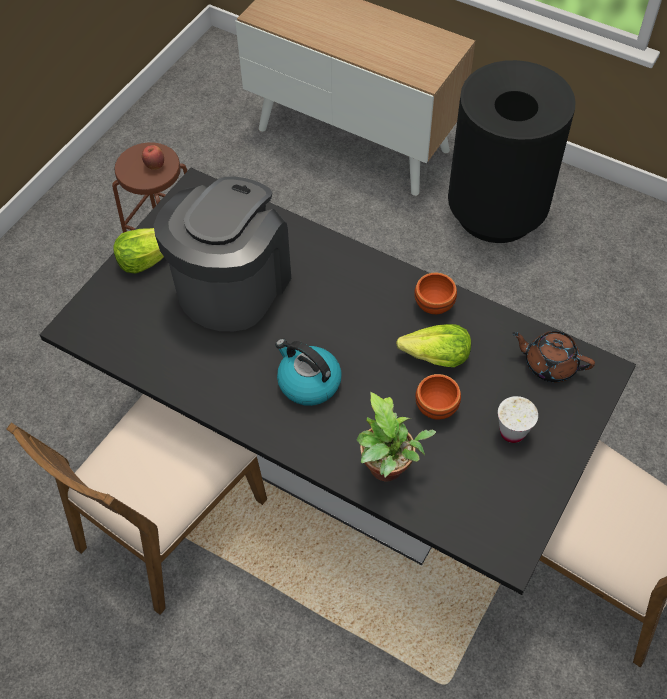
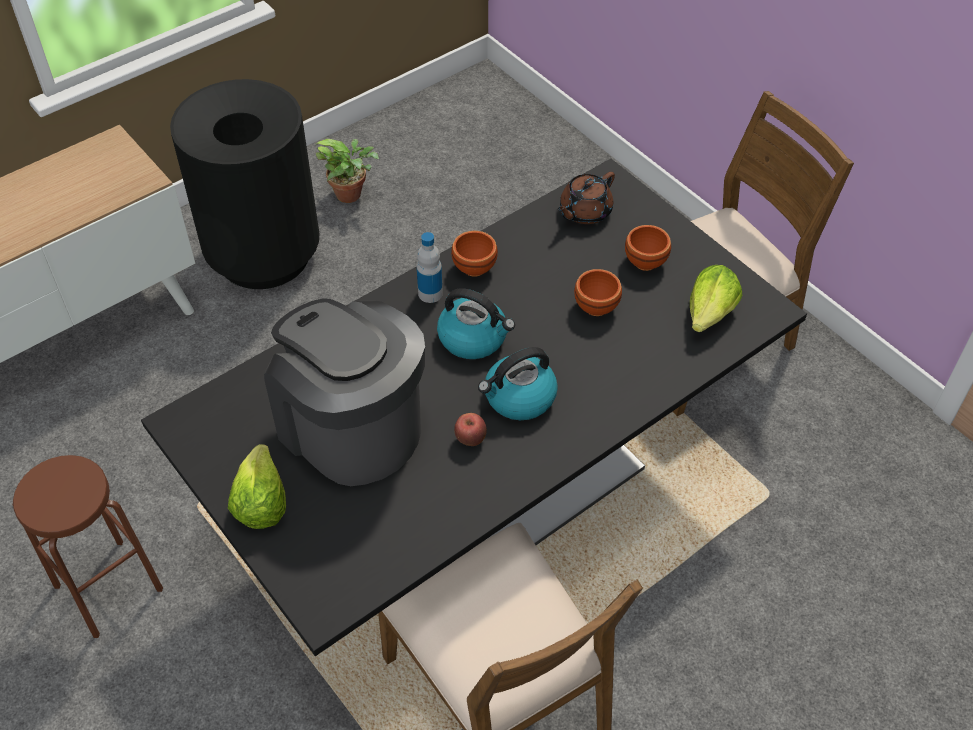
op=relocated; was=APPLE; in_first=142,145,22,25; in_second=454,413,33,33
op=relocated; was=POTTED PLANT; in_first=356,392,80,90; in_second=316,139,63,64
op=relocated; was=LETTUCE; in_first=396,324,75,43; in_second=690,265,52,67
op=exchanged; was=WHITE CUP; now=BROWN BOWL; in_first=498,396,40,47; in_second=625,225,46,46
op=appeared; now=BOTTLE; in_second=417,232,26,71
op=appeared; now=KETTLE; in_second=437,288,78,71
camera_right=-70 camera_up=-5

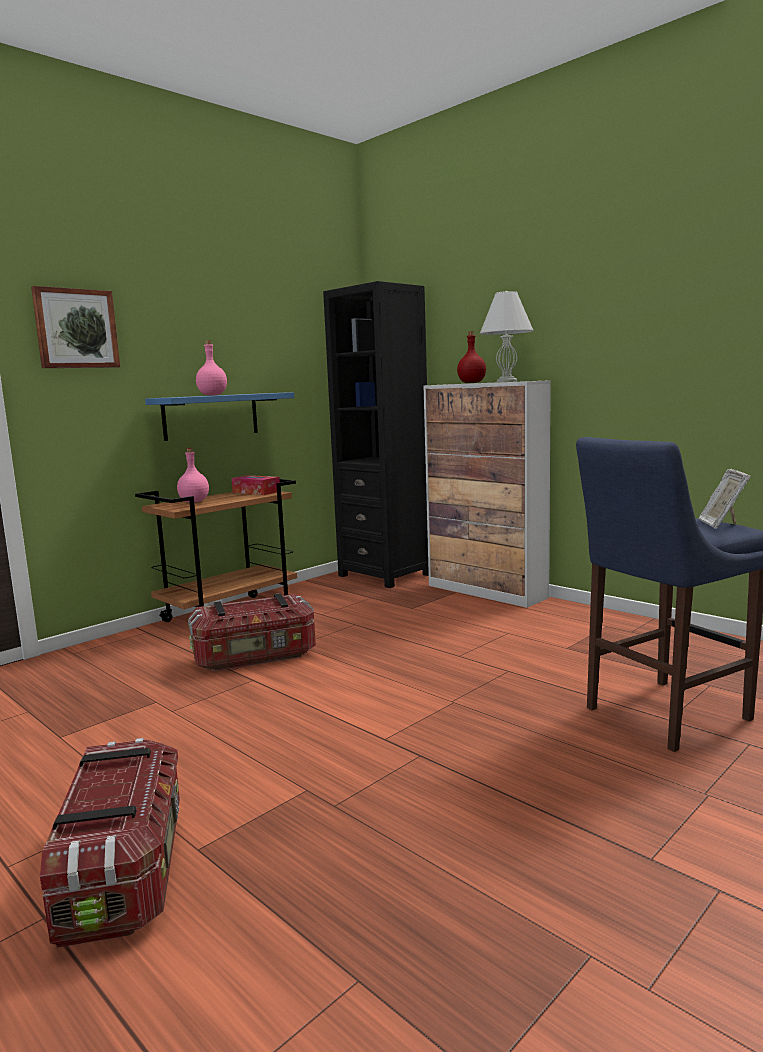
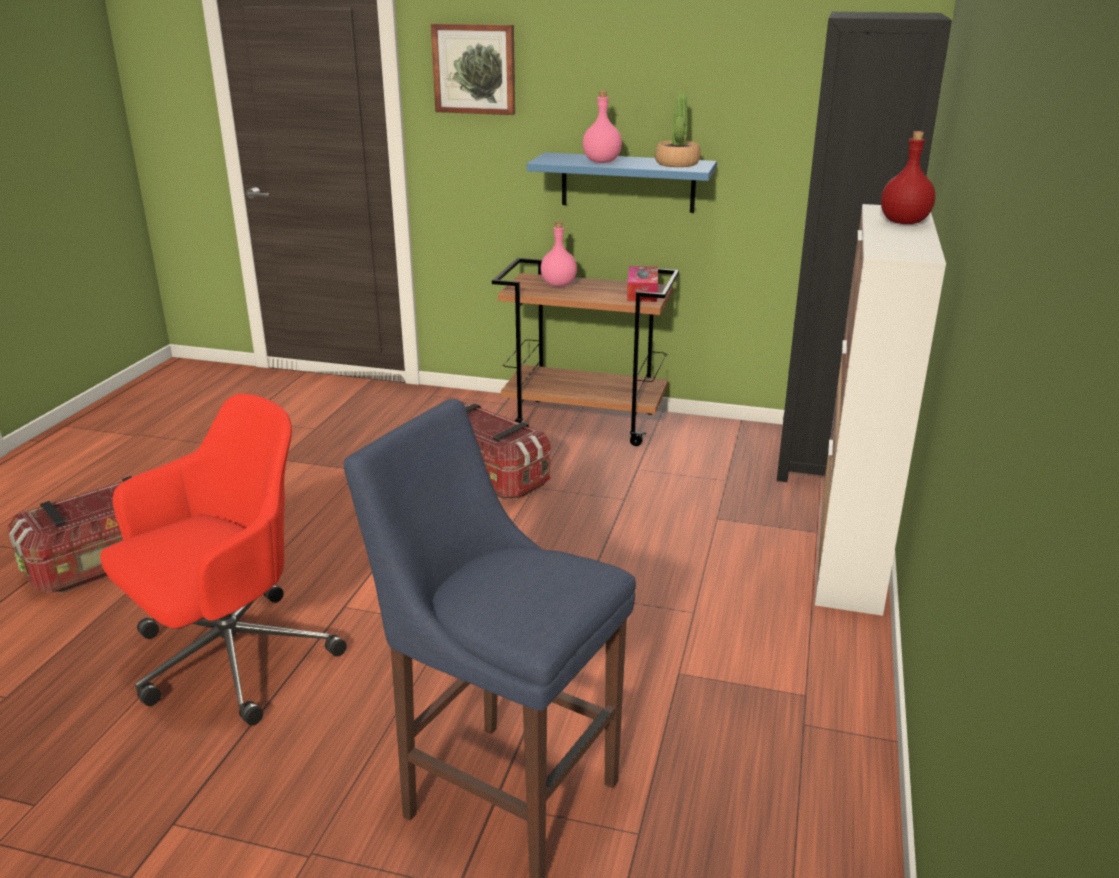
op=missing; was=WHITE TABLE LAMP; in_first=480,291,54,91
op=missing; was=PICTURE FRAME; in_first=699,469,52,60
op=appeared; now=RED OFFICE CHAIR; in_second=100,394,247,332
op=appeared; now=POTTED PLANT; in_second=655,93,45,74
camera_right=60 camera_up=15

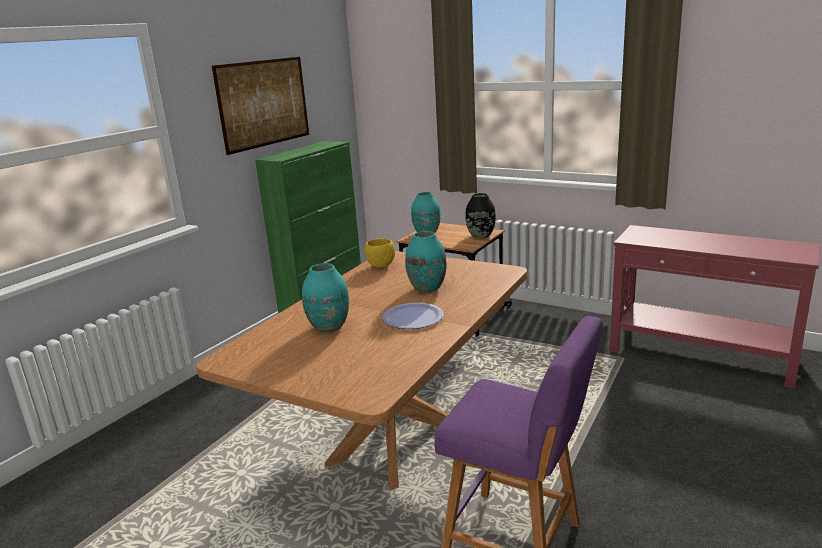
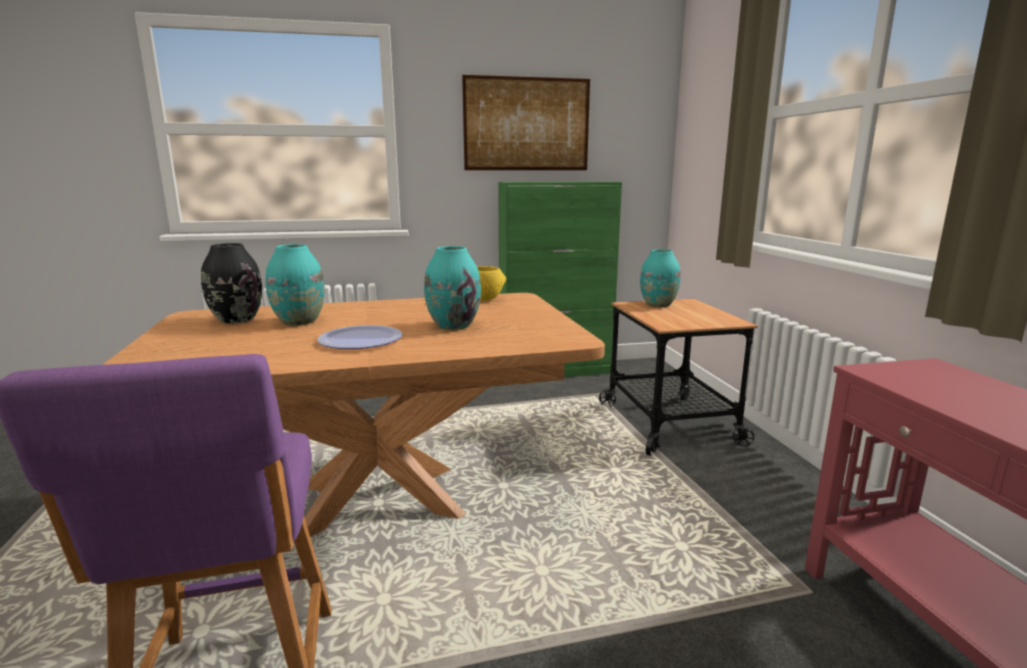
op=relocated; was=BLACK VASE; in_first=465,193,31,46; in_second=201,243,61,81
camera_right=45 camera_up=-5

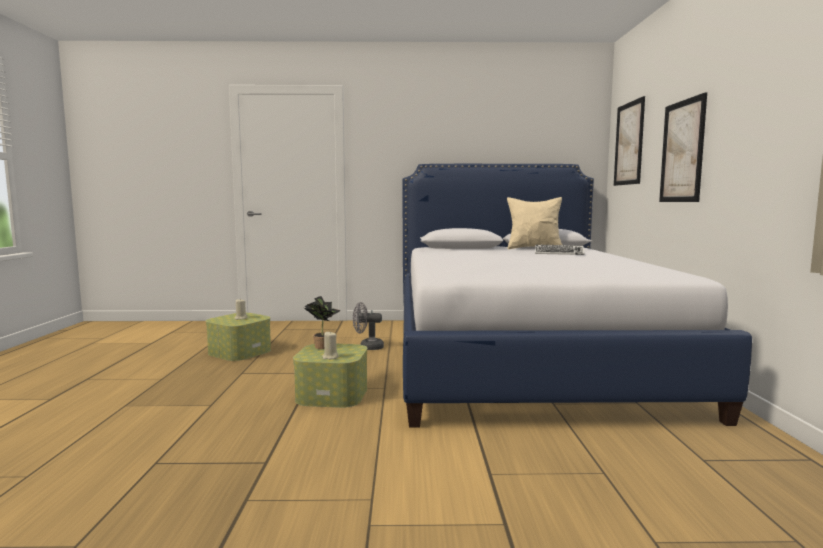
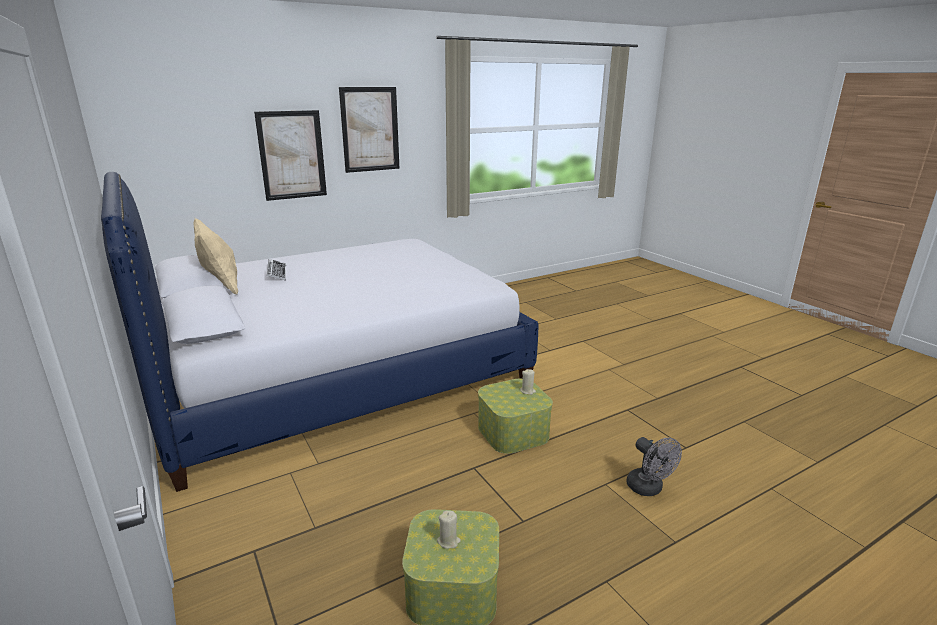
op=missing; was=POTTED PLANT; in_first=304,296,37,53
op=relocated; was=GREY FAN; in_first=353,302,31,48; in_second=626,437,56,59
op=relocated; was=PICTURE; in_first=614,96,31,90; in_second=339,87,61,86
camera_right=-120 camera_up=15

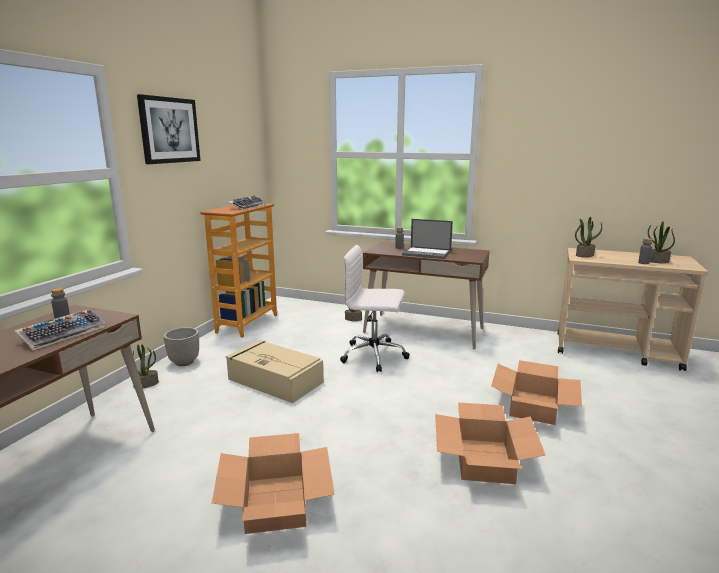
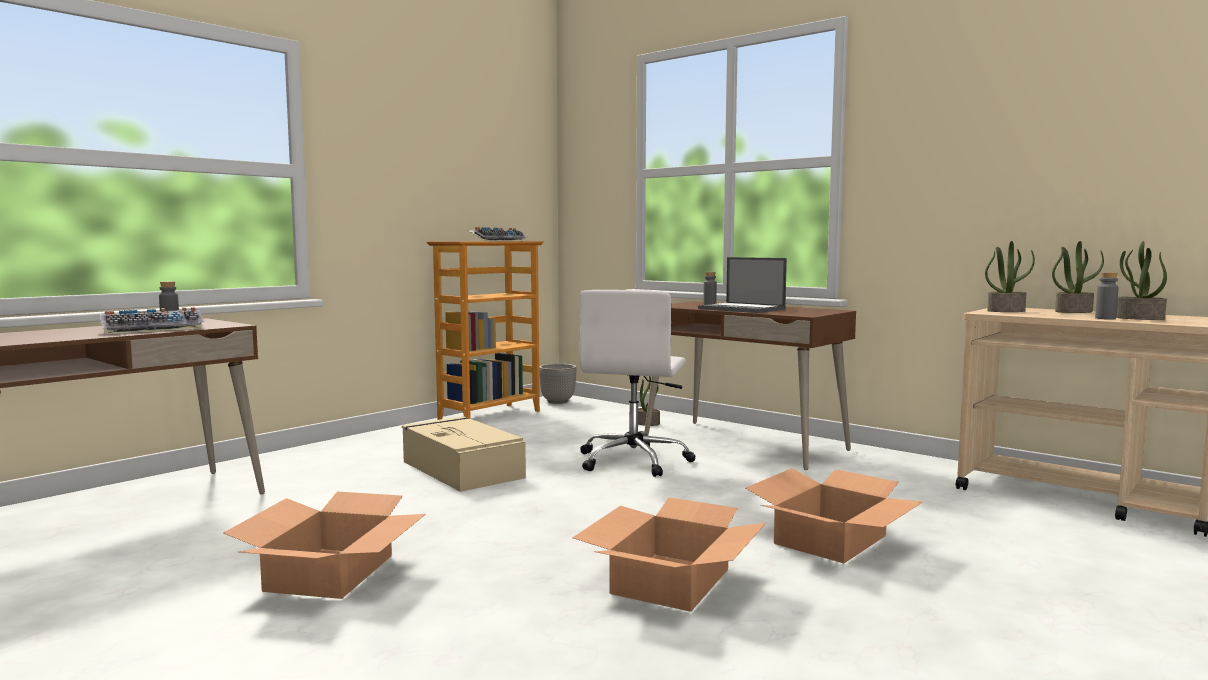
op=relocated; was=POTTED PLANT; in_first=133,344,26,44; in_second=1052,241,52,72
op=missing; was=PICTURE; in_first=137,94,64,70
op=relocated; was=PLANTER; in_first=164,327,35,39; in_second=539,364,37,40
op=spun; was=WHITE OFFICE CHAIR; in_first=340,245,70,127; in_second=579,290,117,187; clockwise=-105
camera_right=20 camera_up=-10

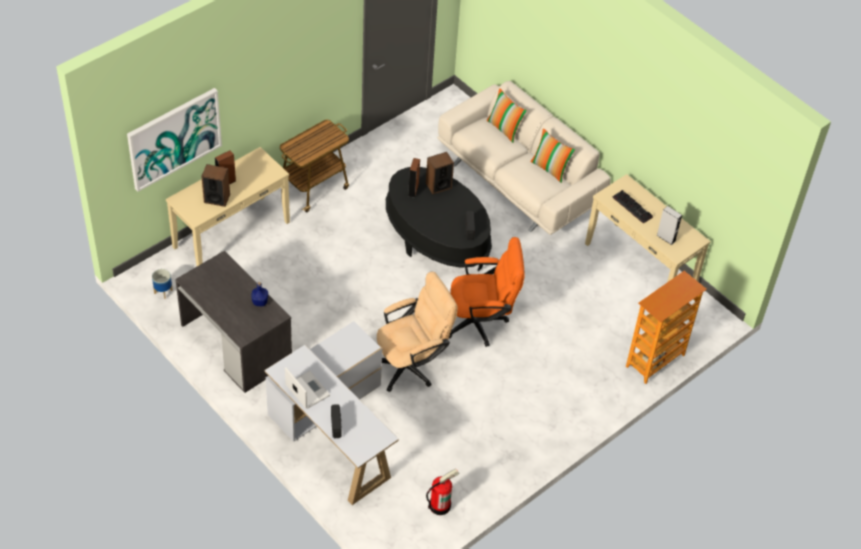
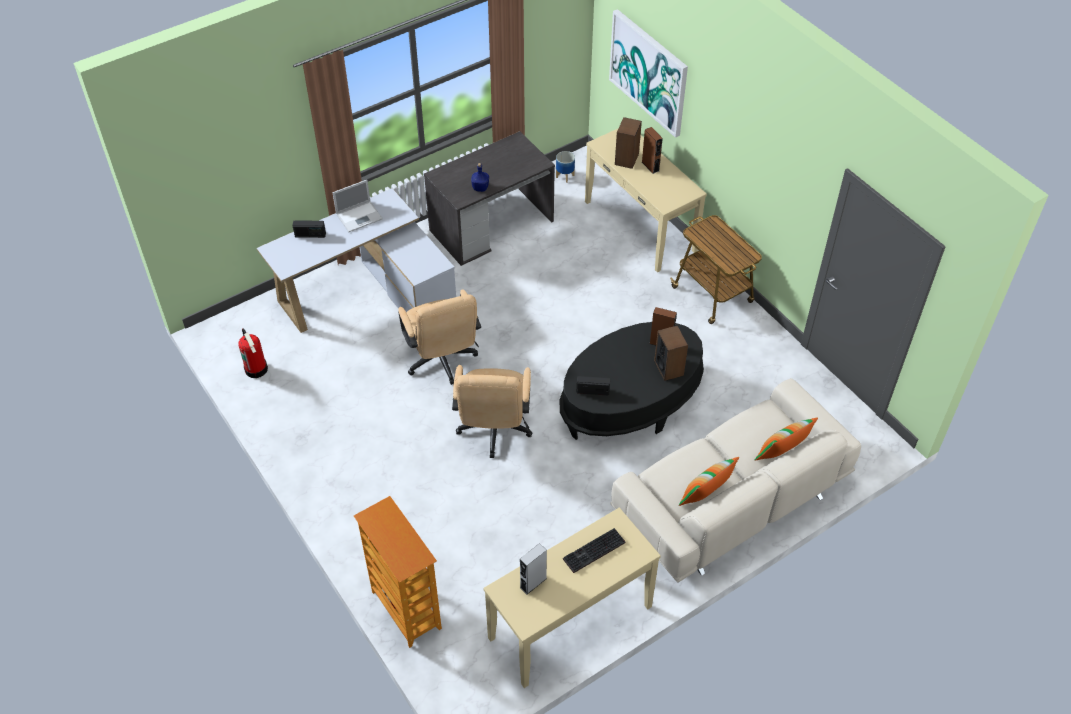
op=colour; was=ORANGE OFFICE CHAIR; now=BEIGE OFFICE CHAIR; in_first=449,237,76,110; in_second=452,365,81,93
camera_right=100 camera_up=0

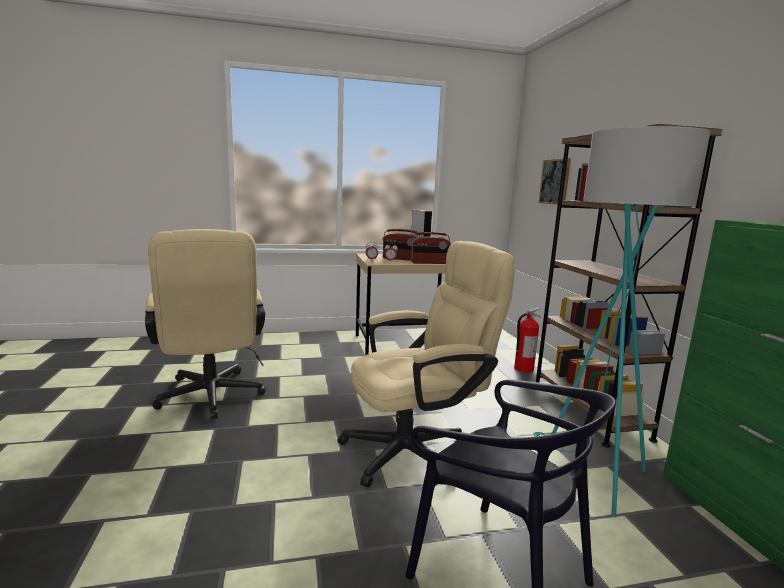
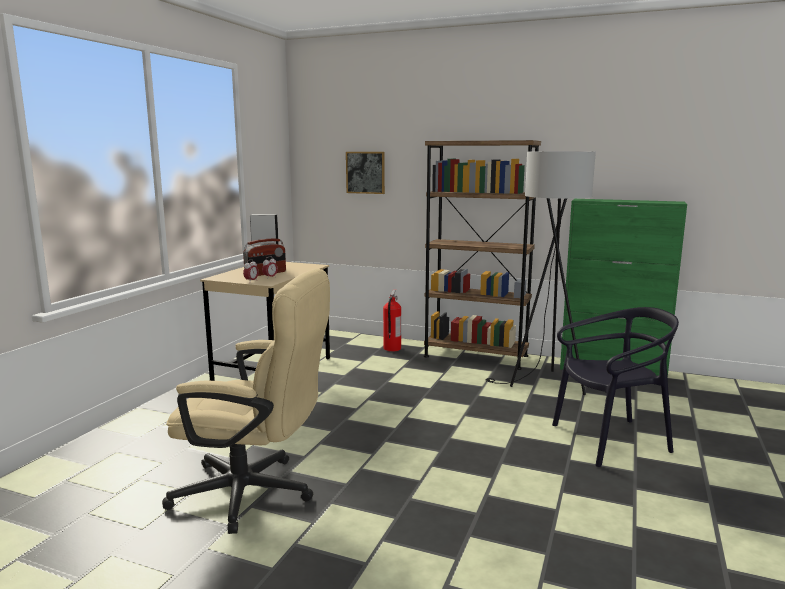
op=missing; was=BEIGE OFFICE CHAIR; in_first=337,241,178,246
op=missing; was=RADIO; in_first=411,232,40,32
op=colour; was=TURQUOISE FLOOR LAMP; now=BLACK FLOOR LAMP; in_first=533,126,178,390; in_second=486,152,110,243
camera_right=-55 camera_up=0

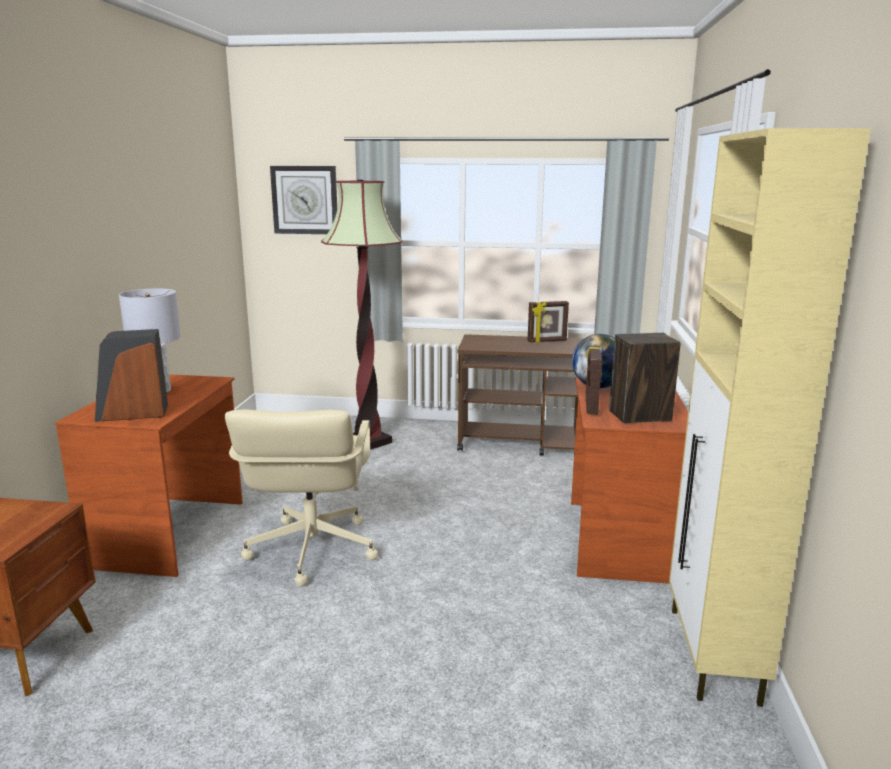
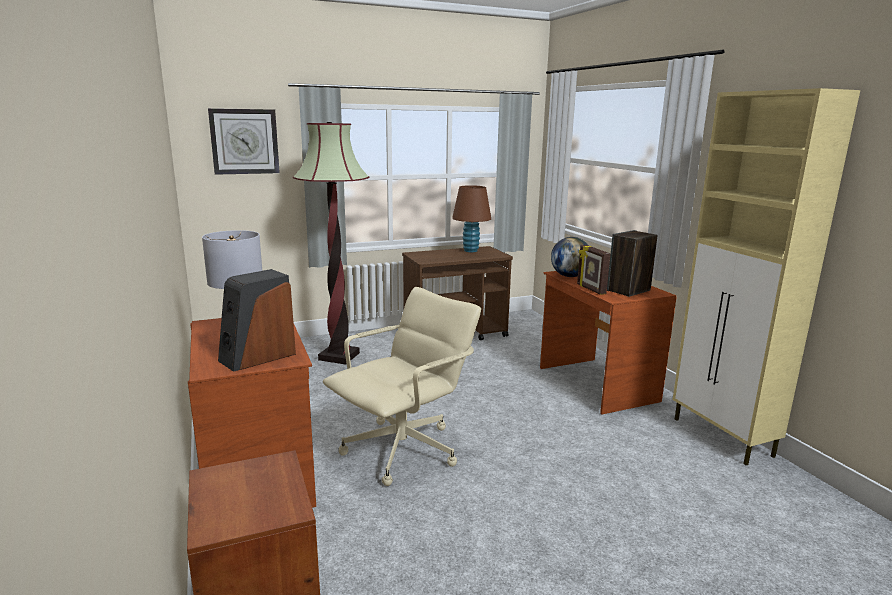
op=spun; was=BEIGE OFFICE CHAIR; in_first=225,409,153,177; in_second=323,287,158,199; clockwise=-105
op=exchanged; was=PICTURE FRAME; now=BROWN TABLE LAMP; in_first=528,301,41,42; in_second=452,185,39,67
camera_right=-30 camera_up=0

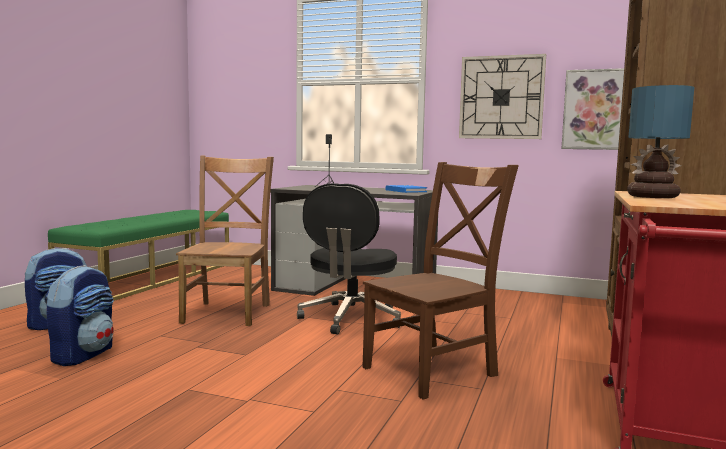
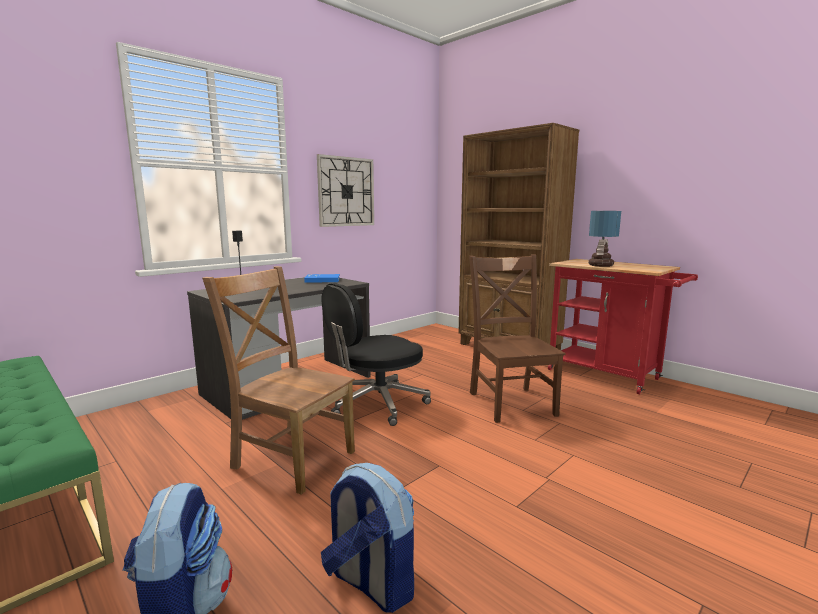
op=spun; was=BLACK OFFICE CHAIR; in_first=297,183,104,152; in_second=322,283,109,143; clockwise=105
op=missing; was=PICTURE; in_first=561,68,63,82
camera_right=-65 camera_up=5

